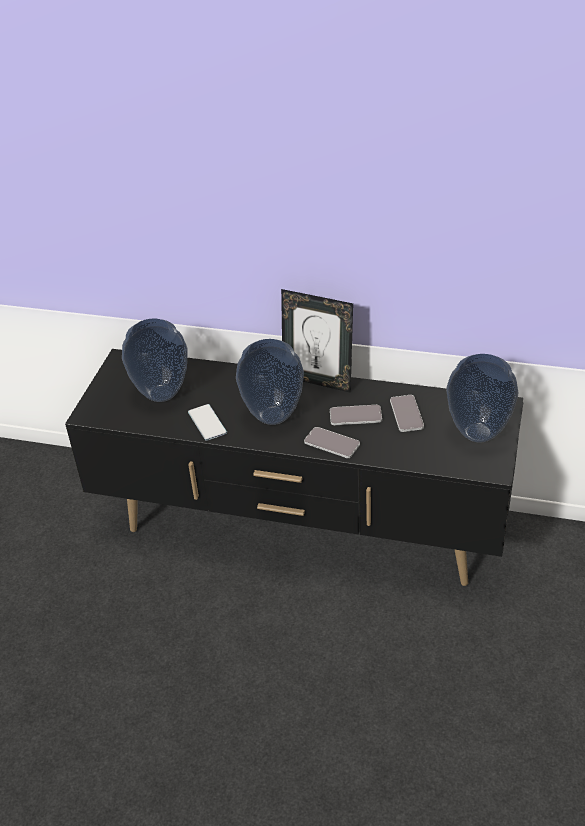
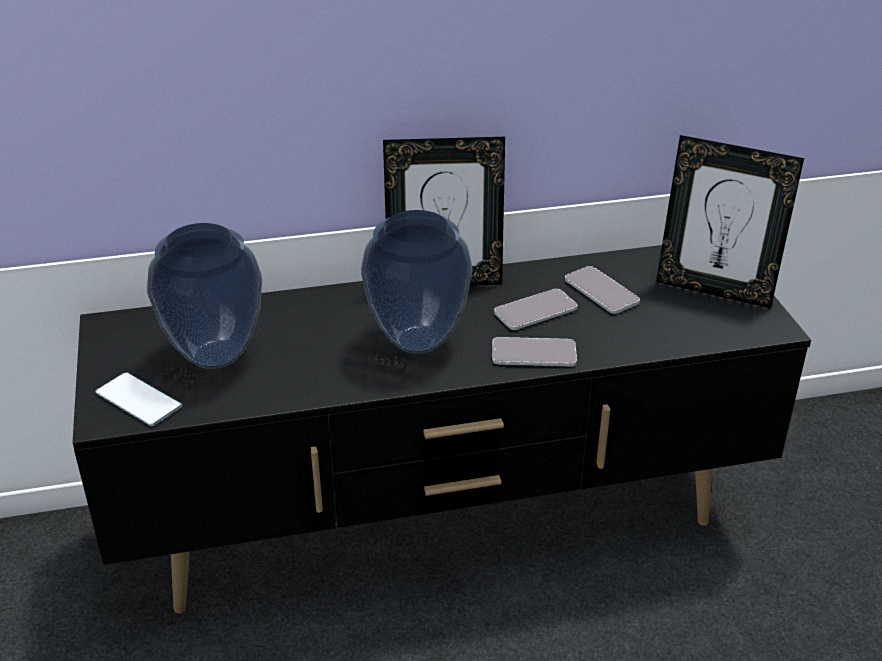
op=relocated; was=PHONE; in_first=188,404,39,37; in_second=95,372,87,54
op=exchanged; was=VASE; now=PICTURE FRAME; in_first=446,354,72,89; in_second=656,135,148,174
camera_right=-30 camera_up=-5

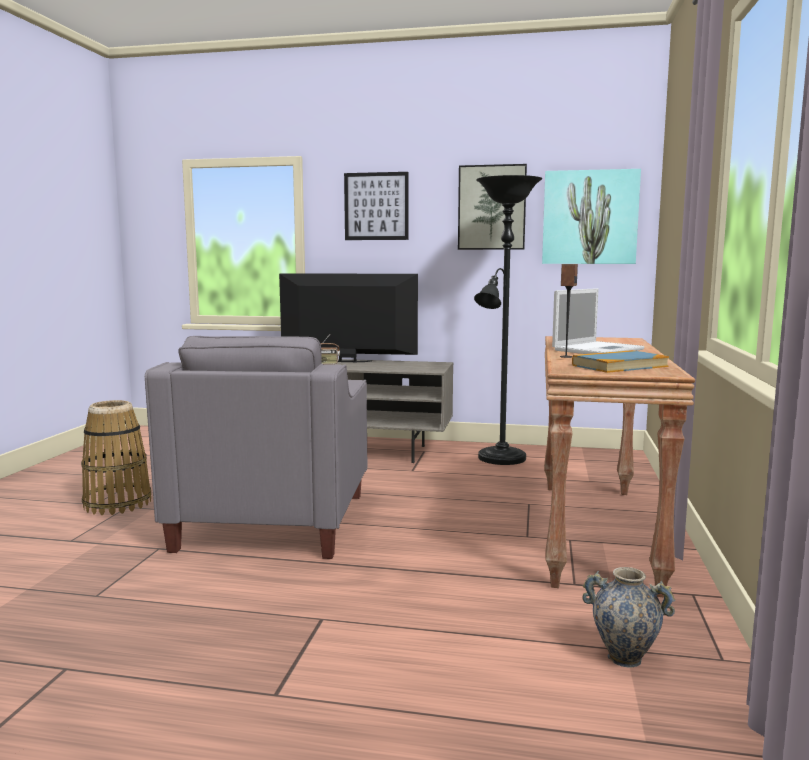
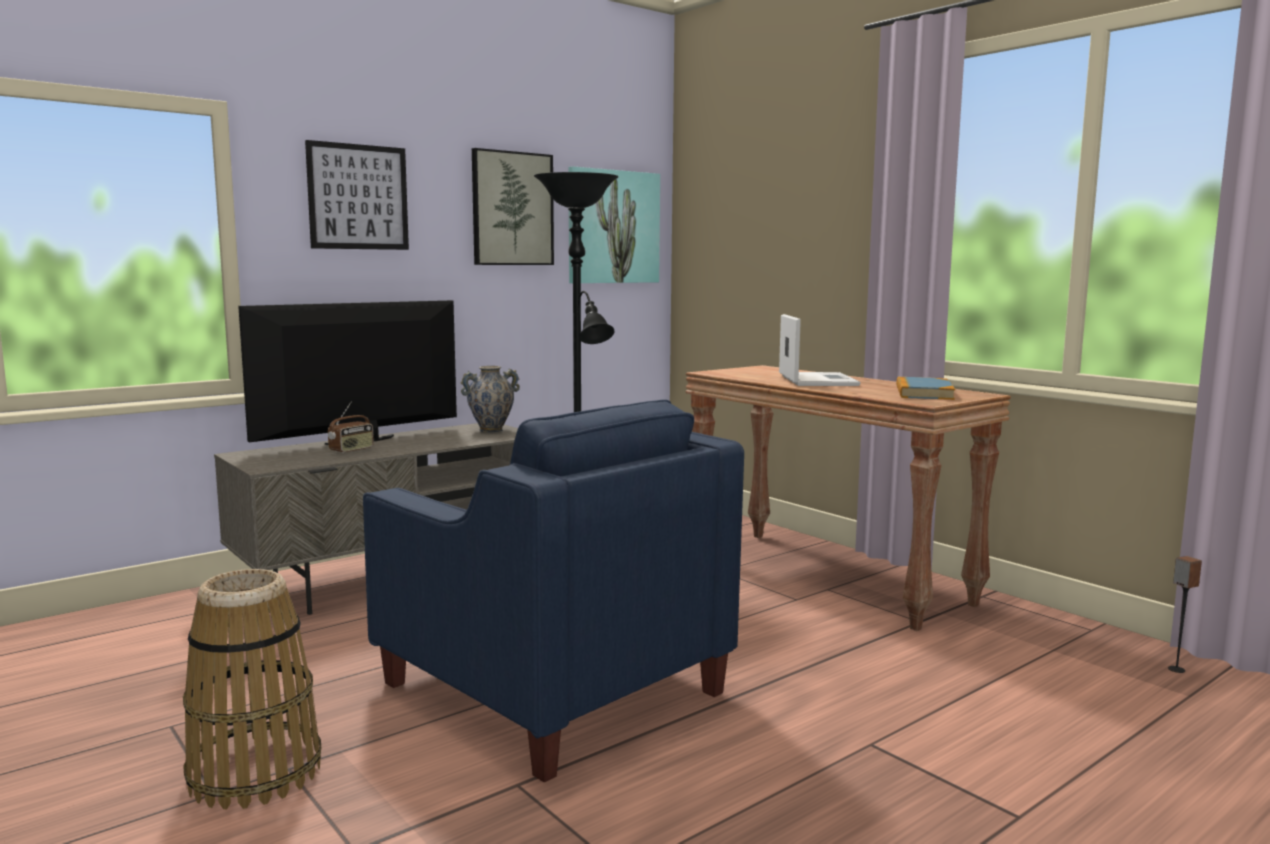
op=colour; was=GREY ARMCHAIR; now=BLUE ARMCHAIR; in_first=145,336,222,223; in_second=363,400,381,383
op=relocated; was=SPEAKER; in_first=560,264,18,94; in_second=1168,556,34,117
op=relocated; was=VASE; in_first=583,567,92,100; in_second=461,366,59,66
camera_right=-50 camera_up=0

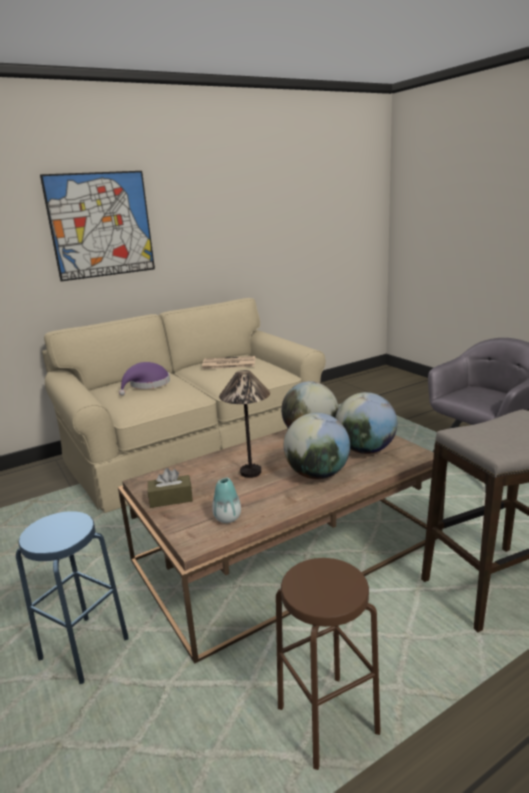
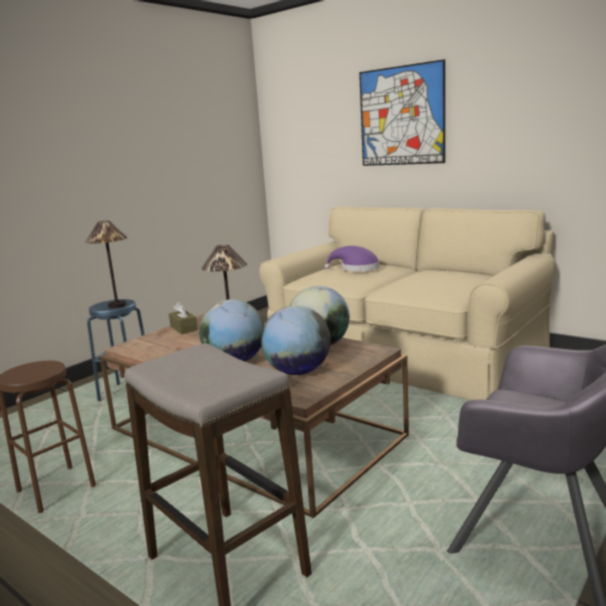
op=missing; was=NEWSPAPER; in_first=202,356,53,13
op=missing; was=VASE; in_first=212,478,29,45
op=appeared; now=TABLE LAMP; in_second=85,221,42,87
camera_right=70 camera_up=-5

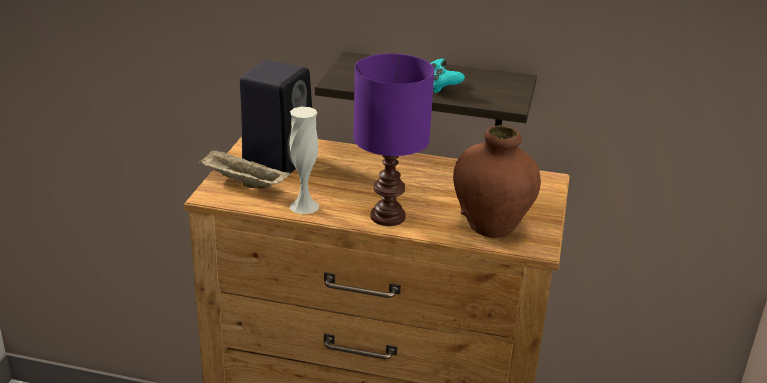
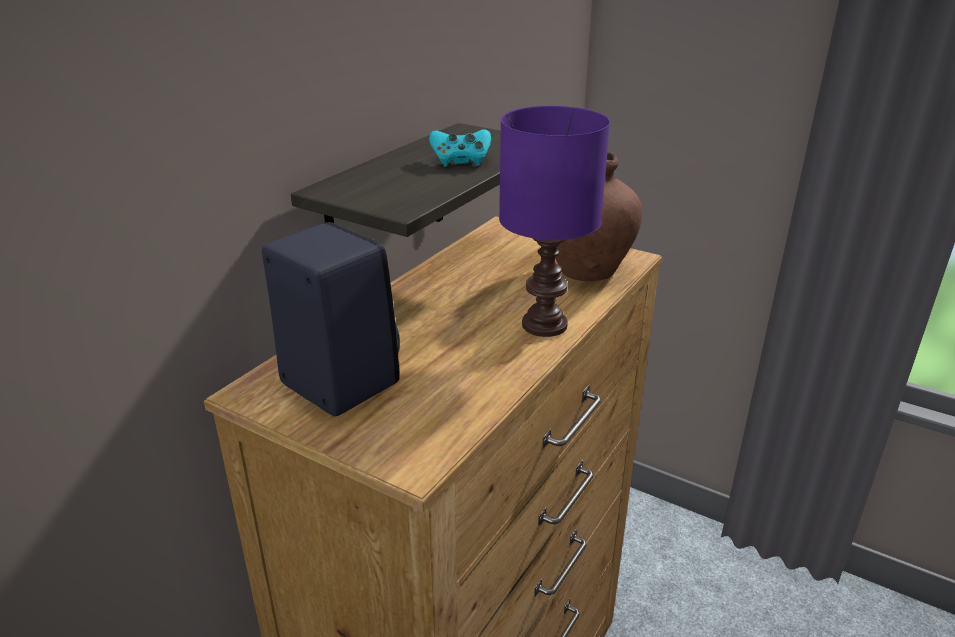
op=missing; was=BEIGE TRAY; in_first=198,149,92,40
op=missing; was=WHITE VASE; in_first=290,107,29,107
camera_right=-70 camera_up=0

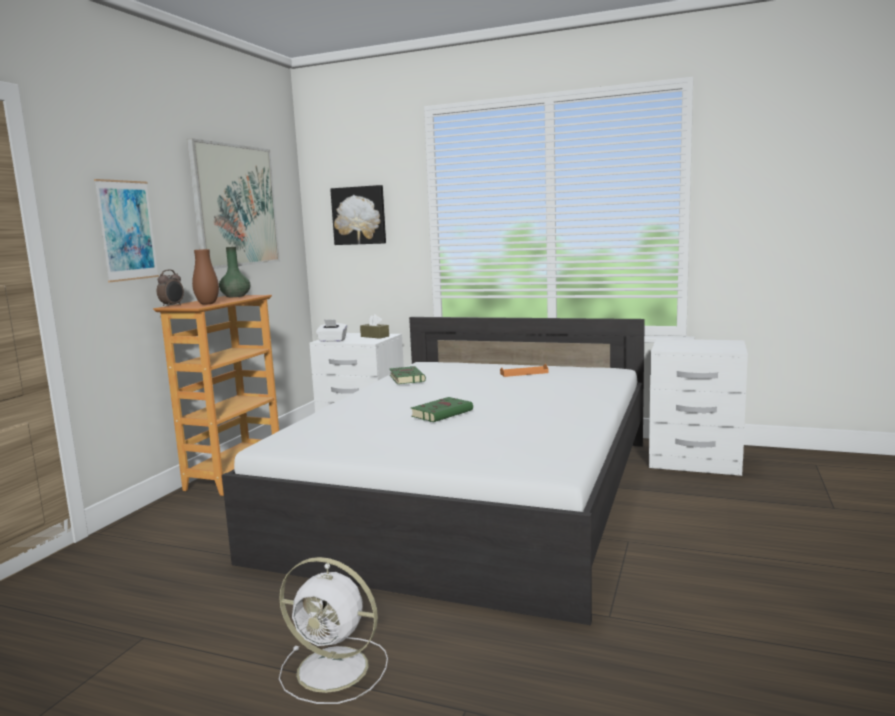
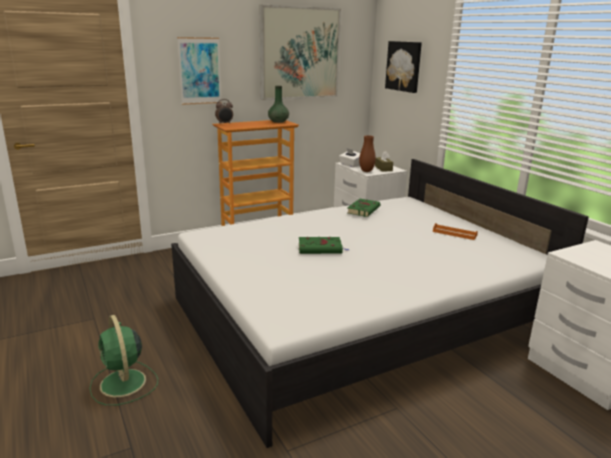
op=relocated; was=BROWN VASE; in_first=192,249,27,56; in_second=359,135,17,37
op=colour; was=WHITE FAN; now=GREEN FAN; in_first=279,557,109,147; in_second=89,315,69,91
camera_right=40 camera_up=10

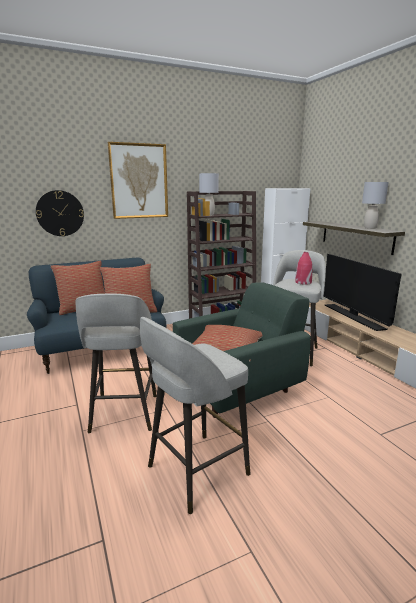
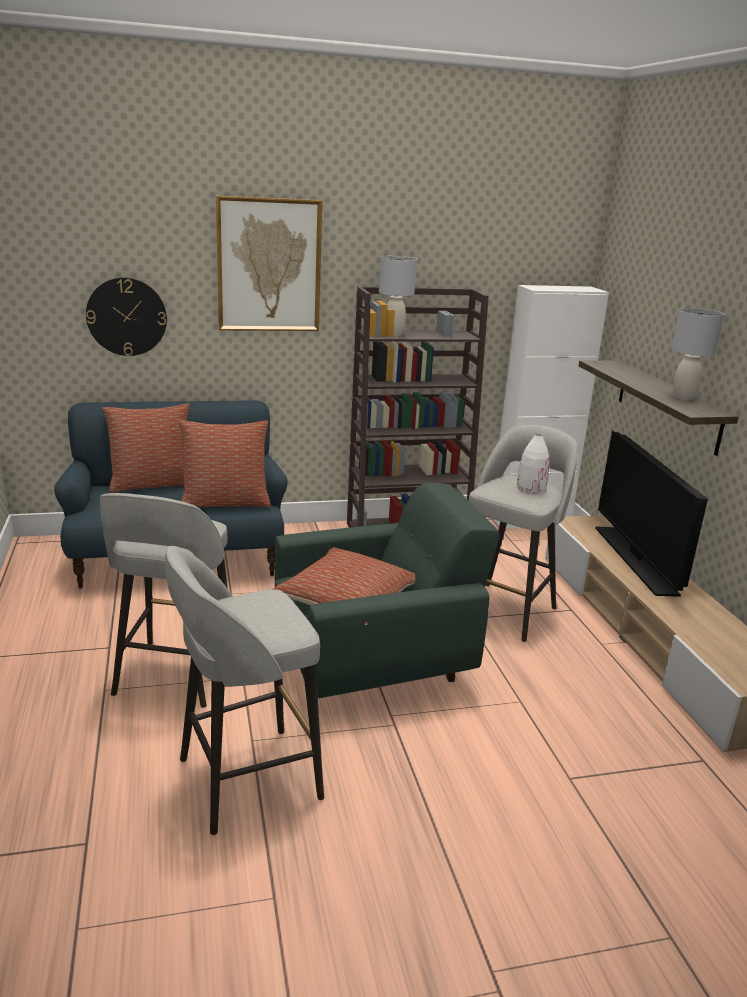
op=colour; was=RED VASE; now=WHITE VASE; in_first=295,252,18,33; in_second=517,434,32,60
camera_right=10 camera_up=5

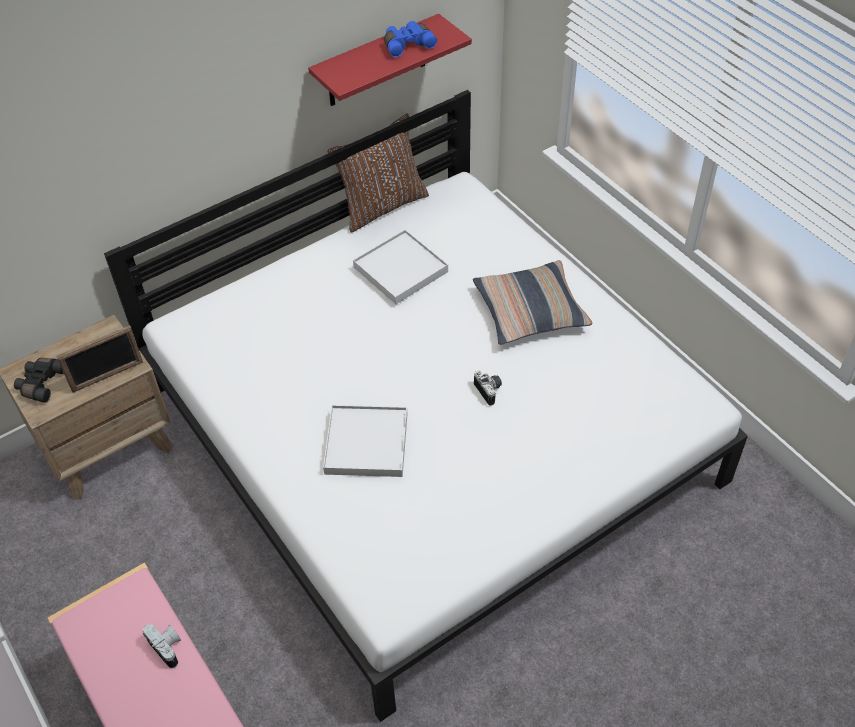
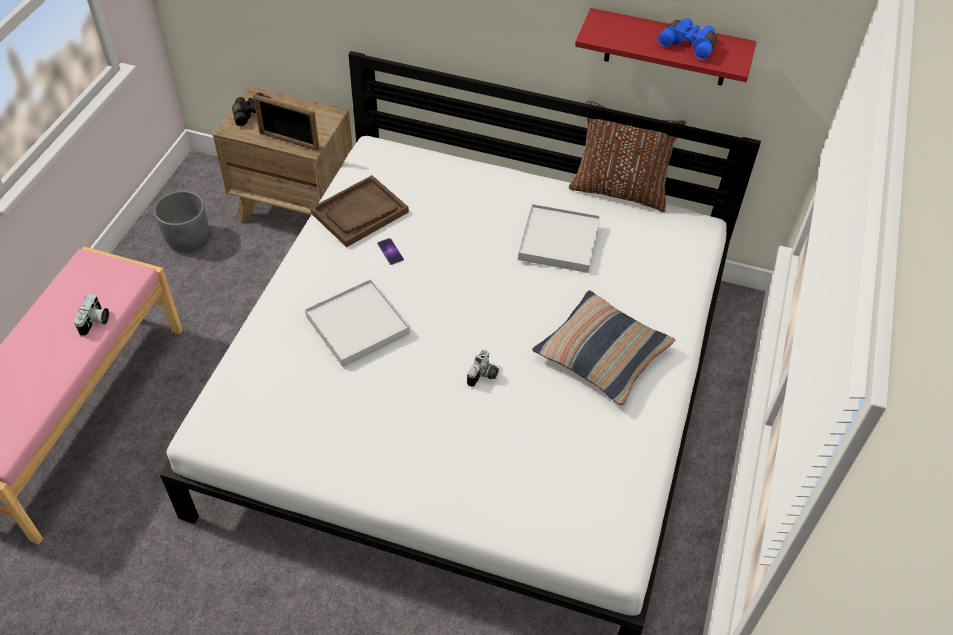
op=appeared; now=GREY PLANTER; in_second=154,191,55,59
op=appeared; now=BROWN TRAY; in_second=310,175,99,72
op=appeared; now=PHONE; in_second=377,238,27,27
camera_right=50 camera_up=0

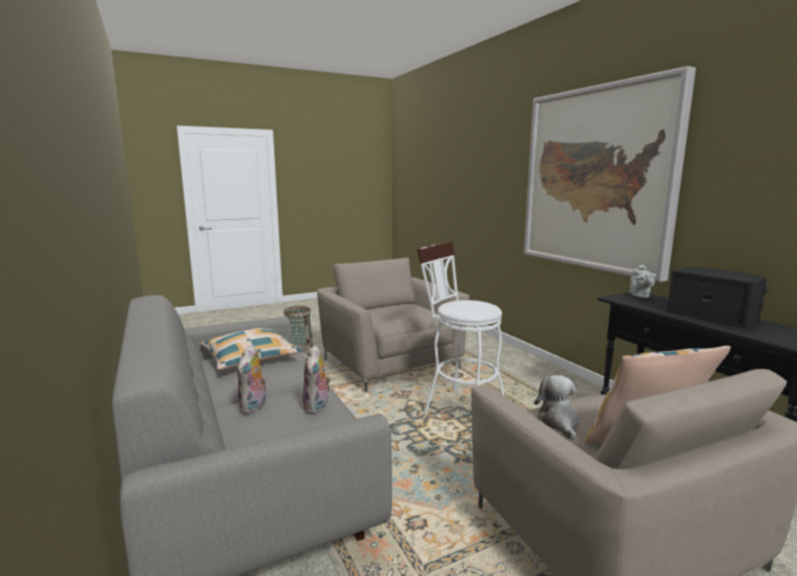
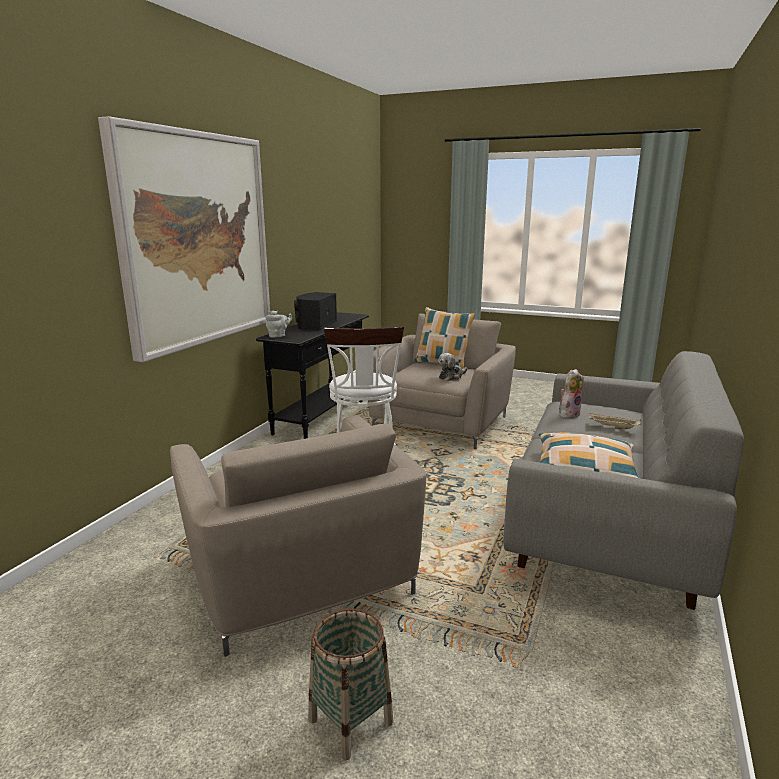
op=exchanged; was=PLUSH TOY; now=BEIGE TRAY; in_first=237,345,30,69; in_second=589,413,52,17
op=spun; was=BEIGE ARMCHAIR; in_first=317,258,152,134; in_second=170,415,256,241; clockwise=-45
camera_right=-130 camera_up=5

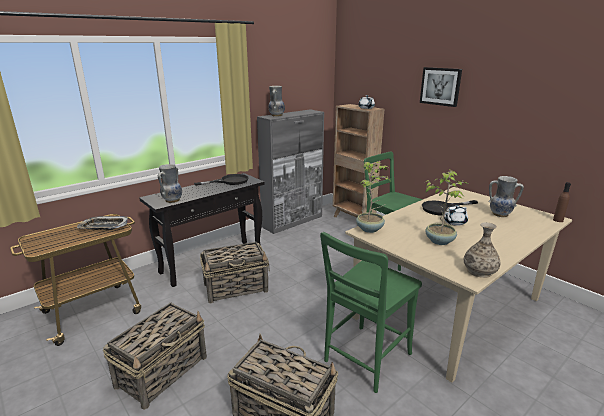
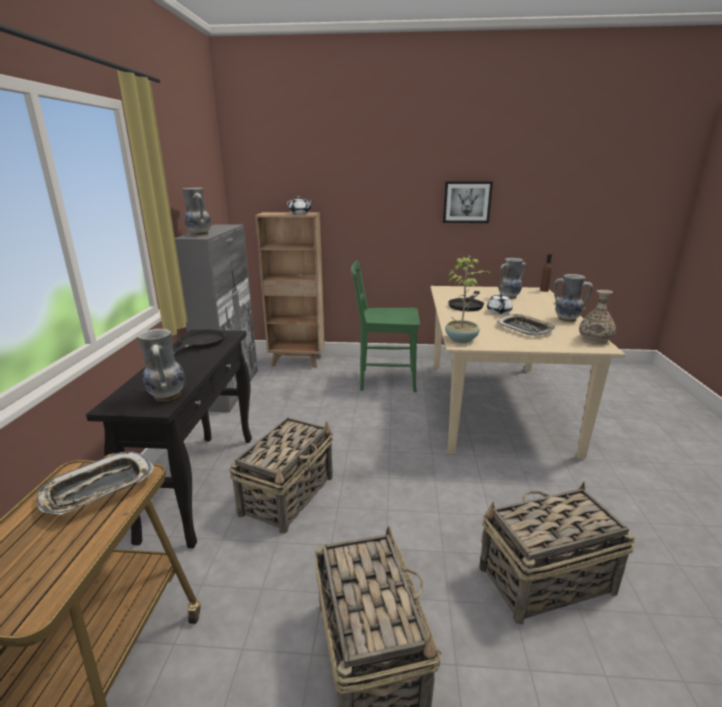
op=missing; was=GREEN CHAIR; in_first=320,232,102,161
op=relocated; was=PICTURE; in_first=420,67,42,40; in_second=443,181,50,42
op=exchanged; was=POTTED PLANT; now=TRAY; in_first=425,171,43,74; in_second=496,314,59,22
op=appeared; now=VASE; in_second=553,274,40,48
camera_right=-45 camera_up=0

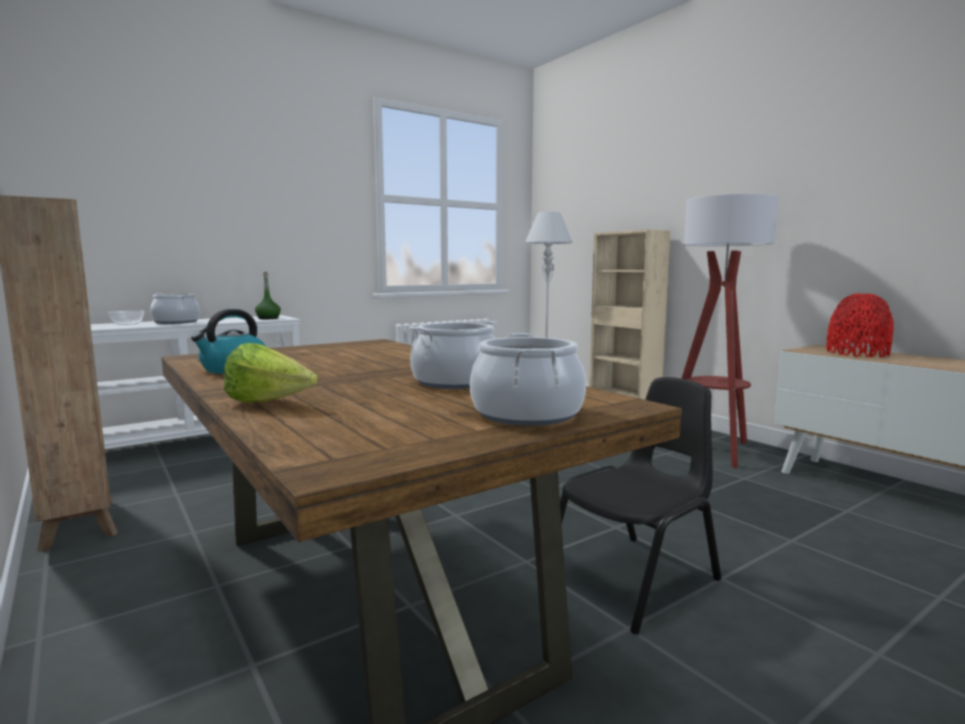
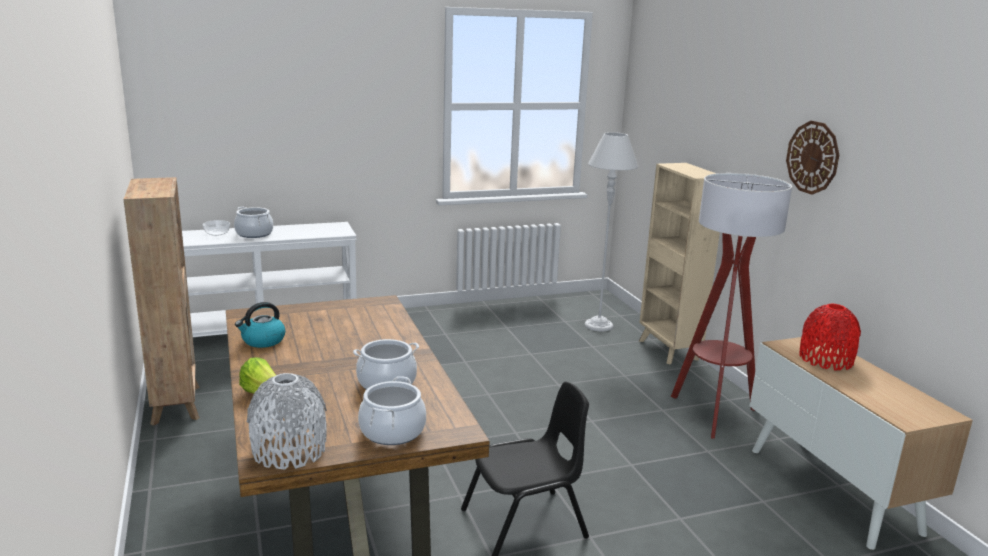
op=missing; was=GREEN BOTTLE; in_first=255,272,26,47
op=appeared; now=GREY VASE; in_second=247,373,80,97
op=appeared; now=WALL CLOCK; in_second=786,121,53,74
camera_right=15 camera_up=10

